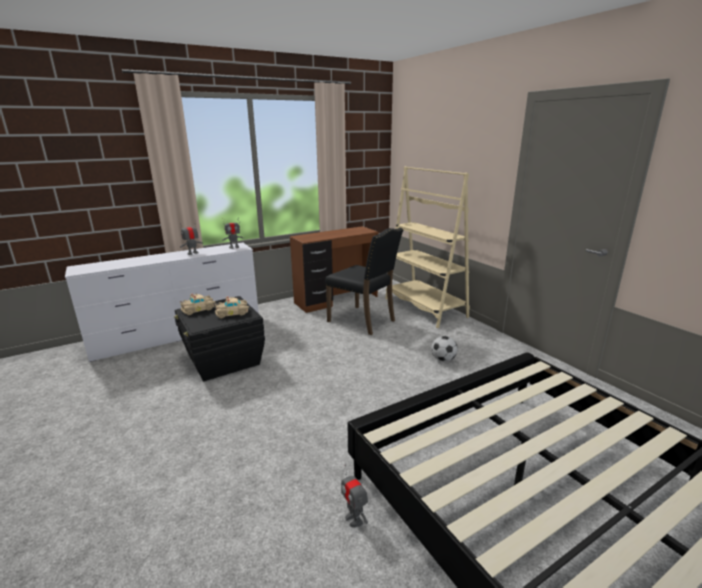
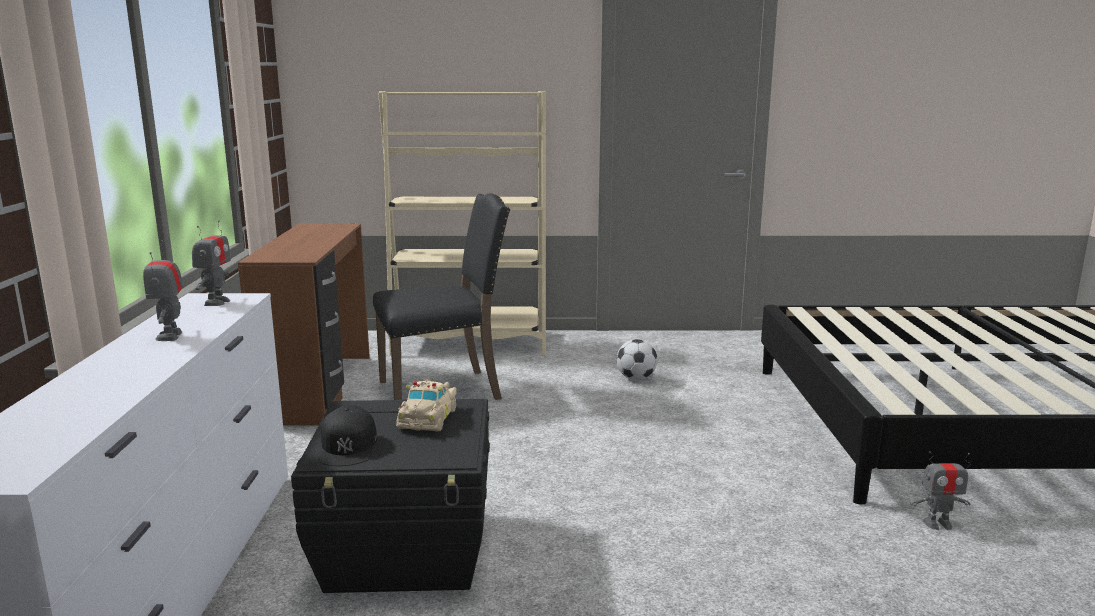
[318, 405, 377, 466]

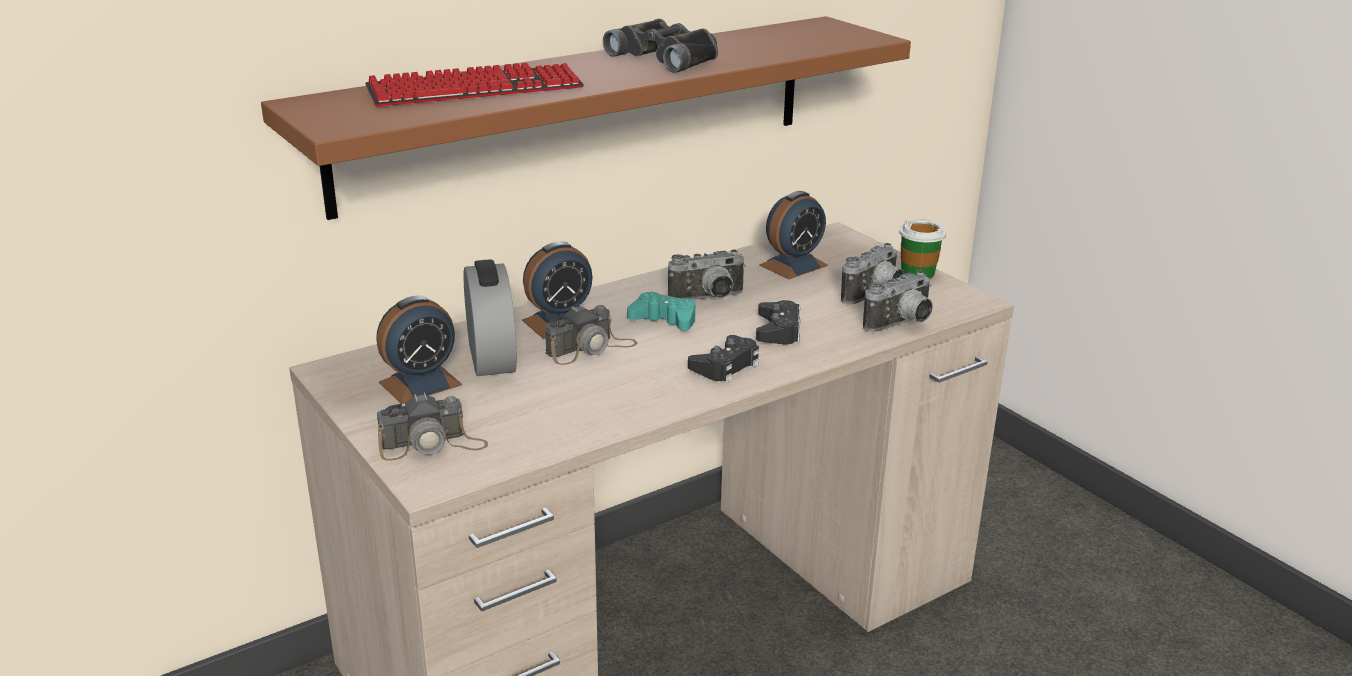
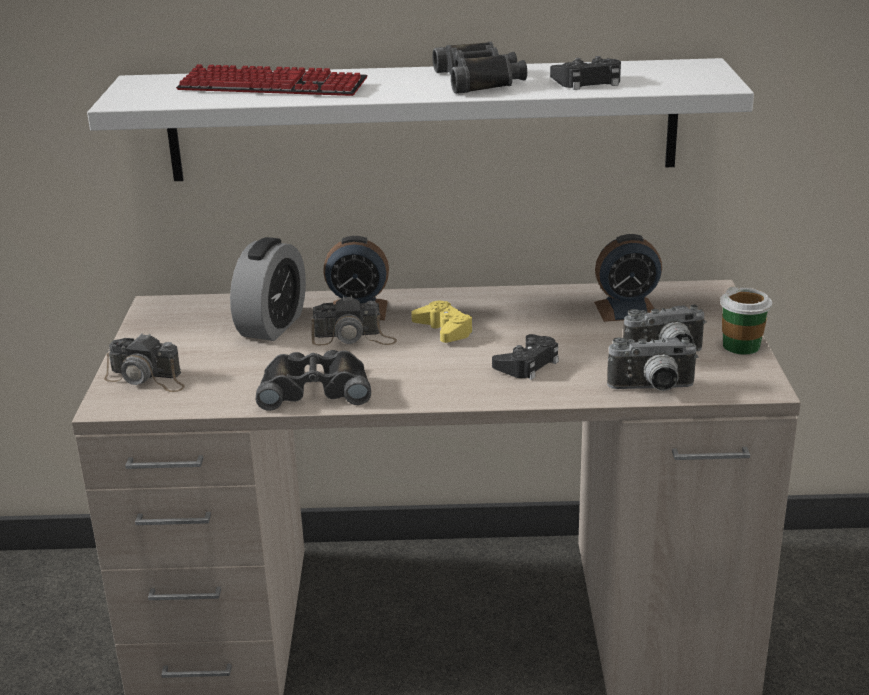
[87, 58, 754, 181]
[668, 250, 746, 300] (first image)
[411, 301, 473, 343]
[376, 295, 462, 404] (first image)
[550, 56, 621, 90]
[256, 350, 371, 411]

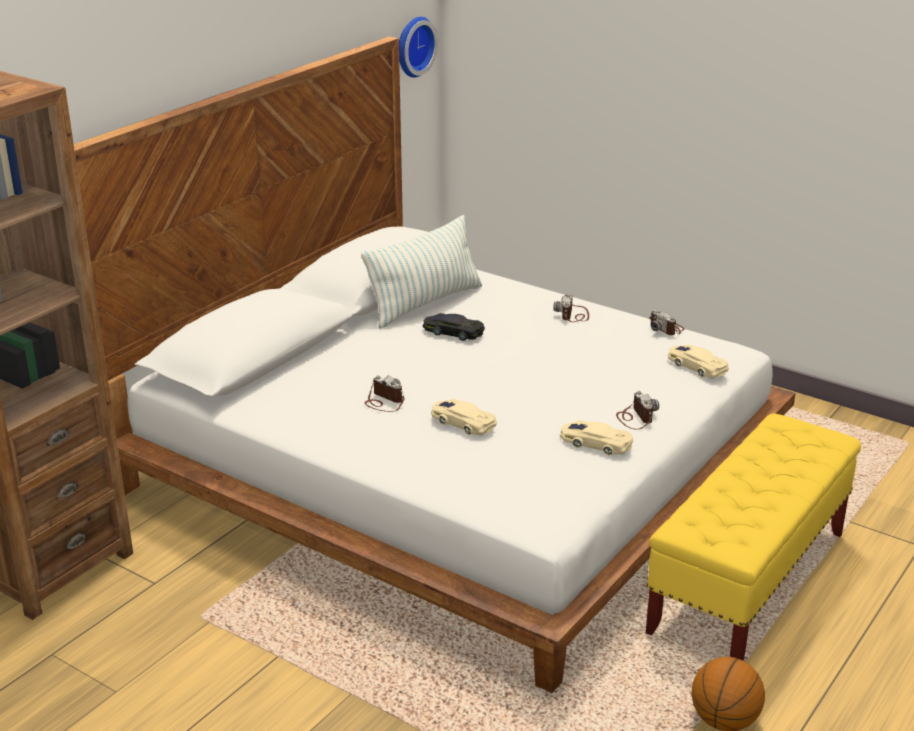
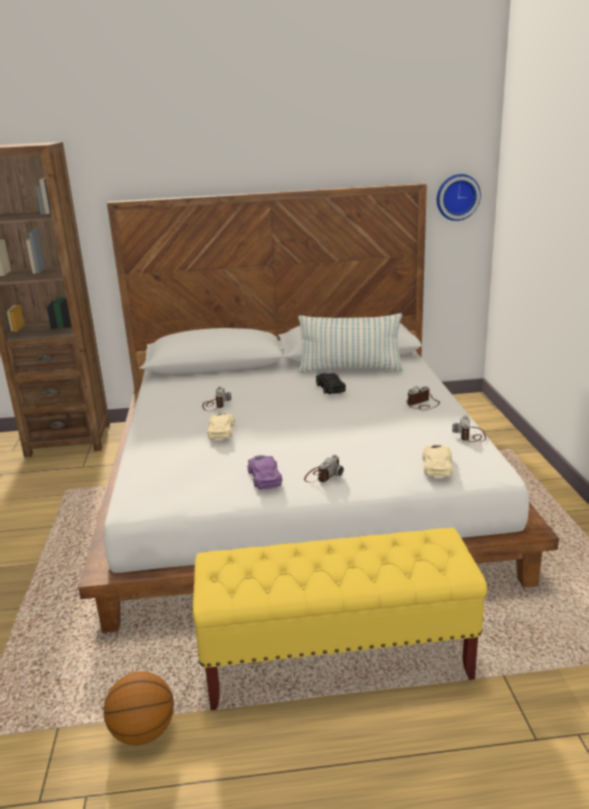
[247, 455, 282, 490]

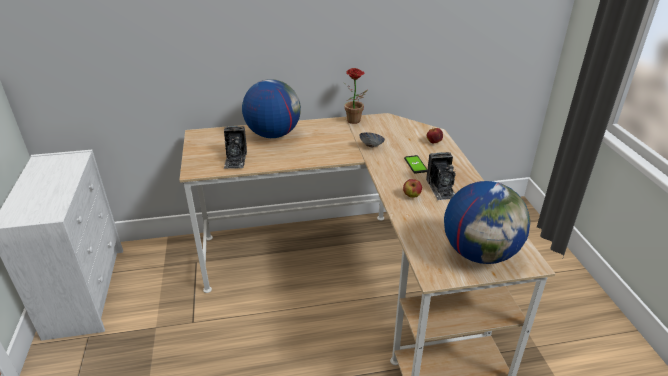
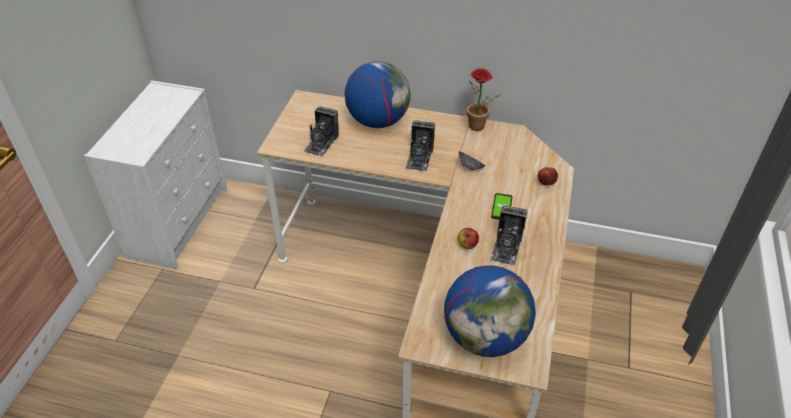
[405, 120, 435, 171]

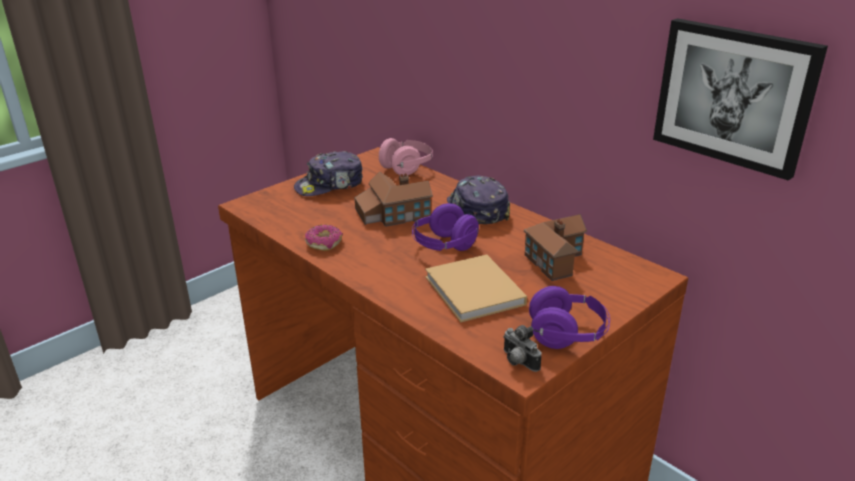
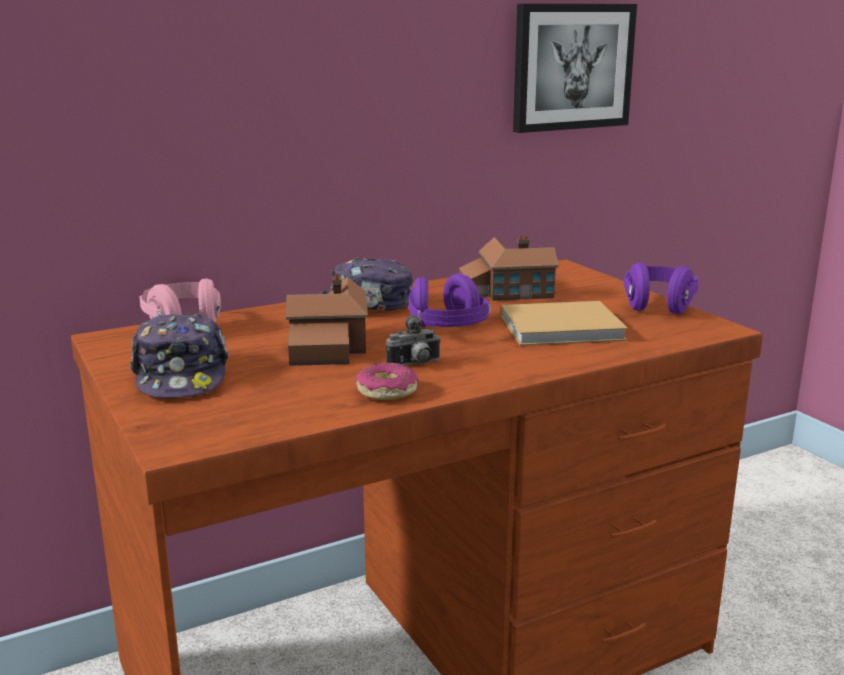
[386, 315, 441, 365]

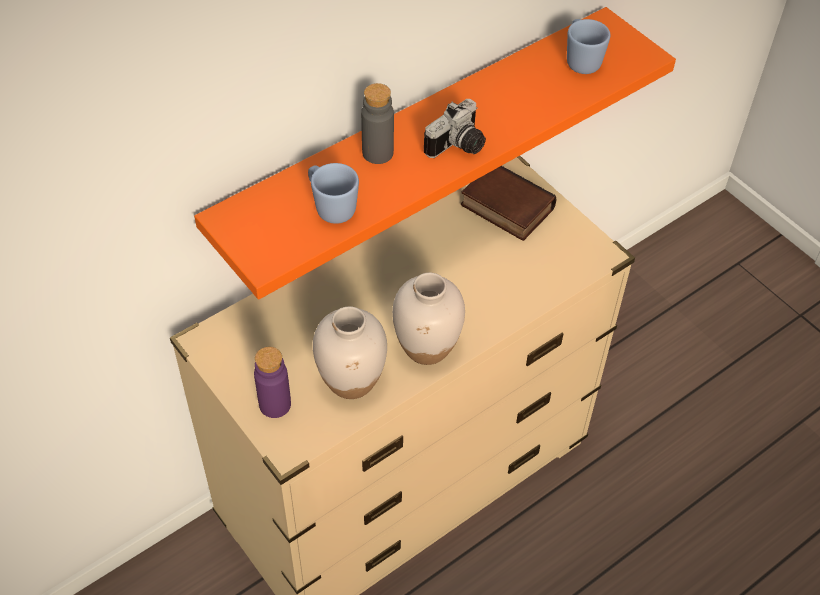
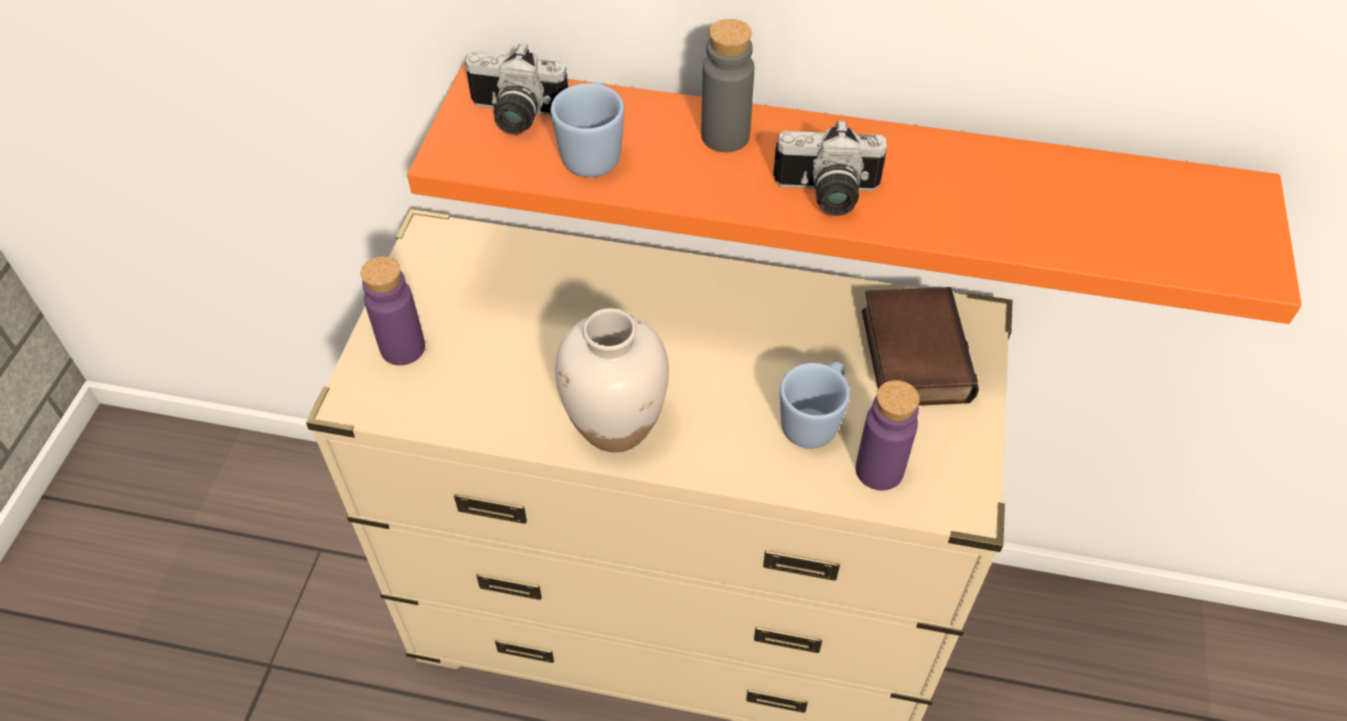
[780, 362, 850, 449]
[313, 306, 387, 399] (first image)
[465, 44, 568, 135]
[856, 380, 920, 491]

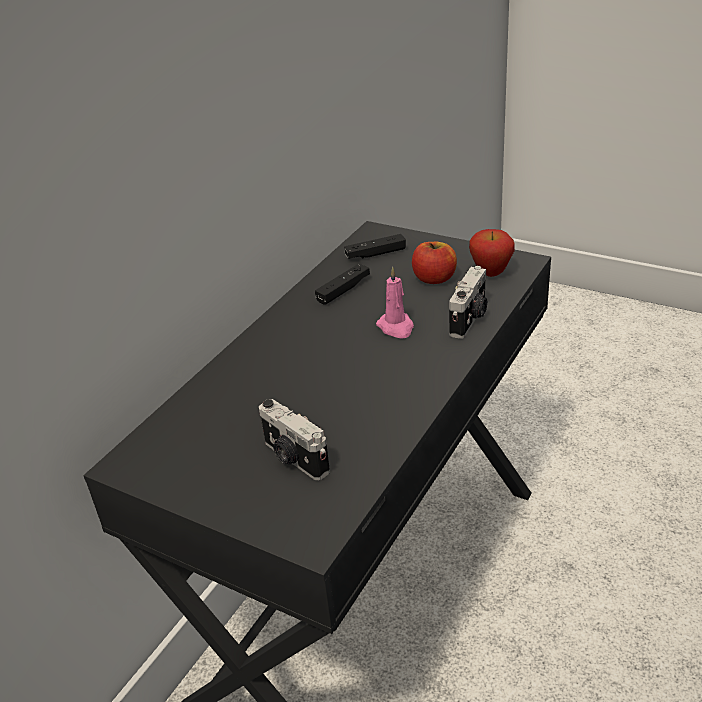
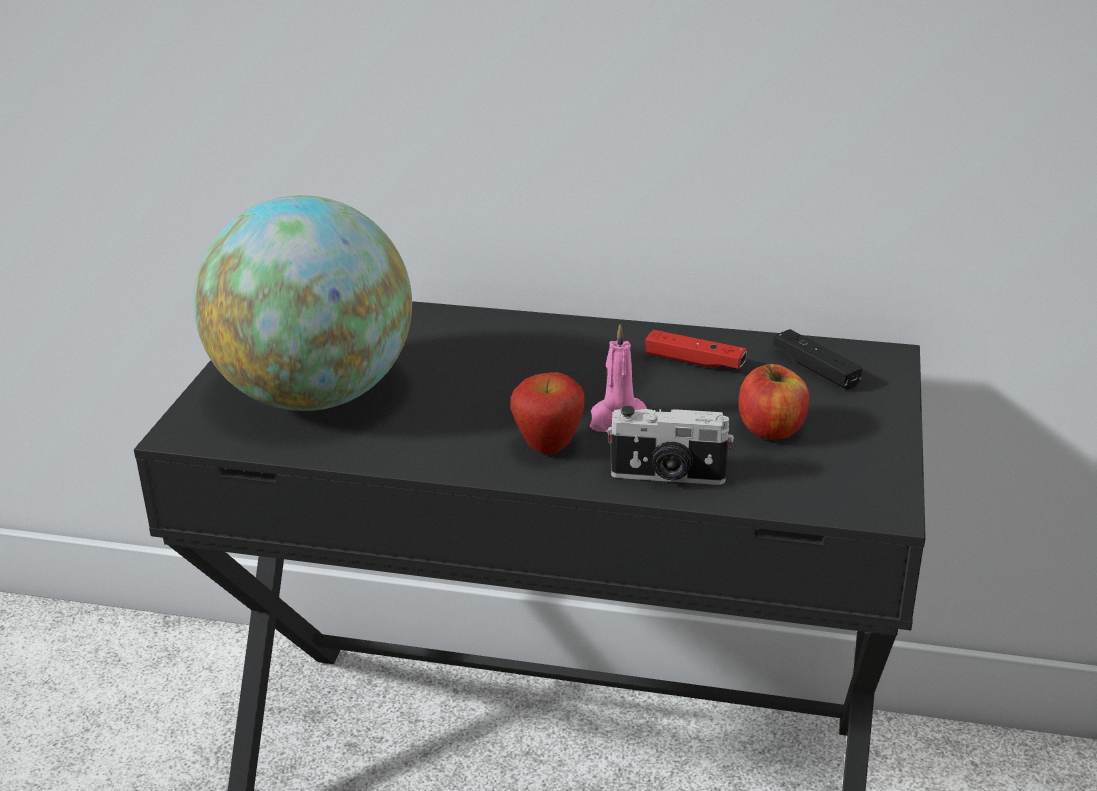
[510, 372, 584, 455]
[645, 330, 746, 369]
[194, 195, 412, 411]

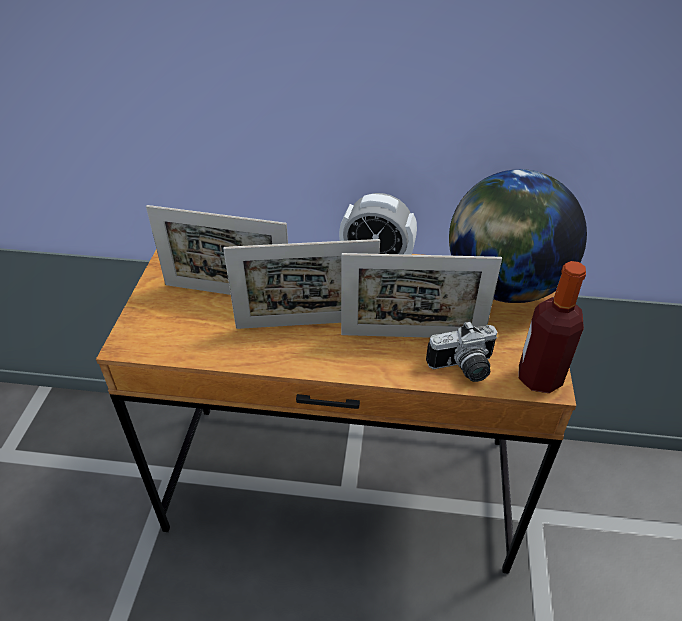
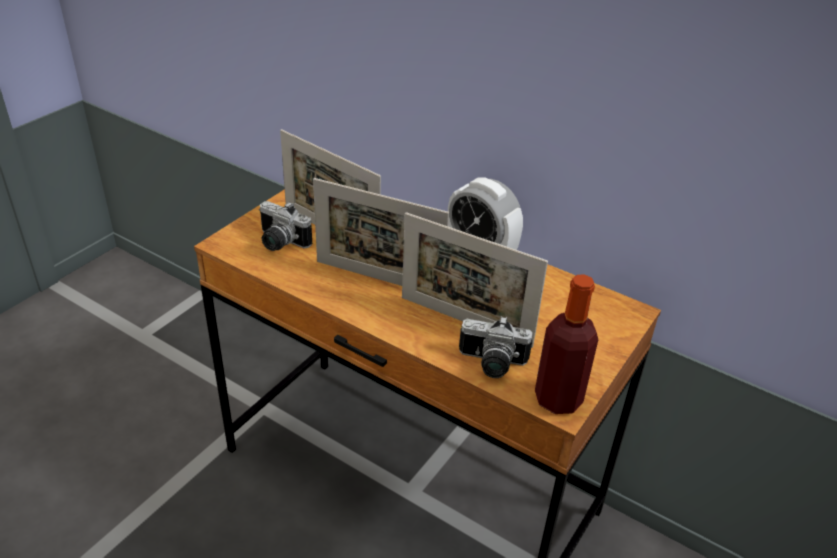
[449, 169, 587, 303] (first image)
[259, 201, 312, 251]

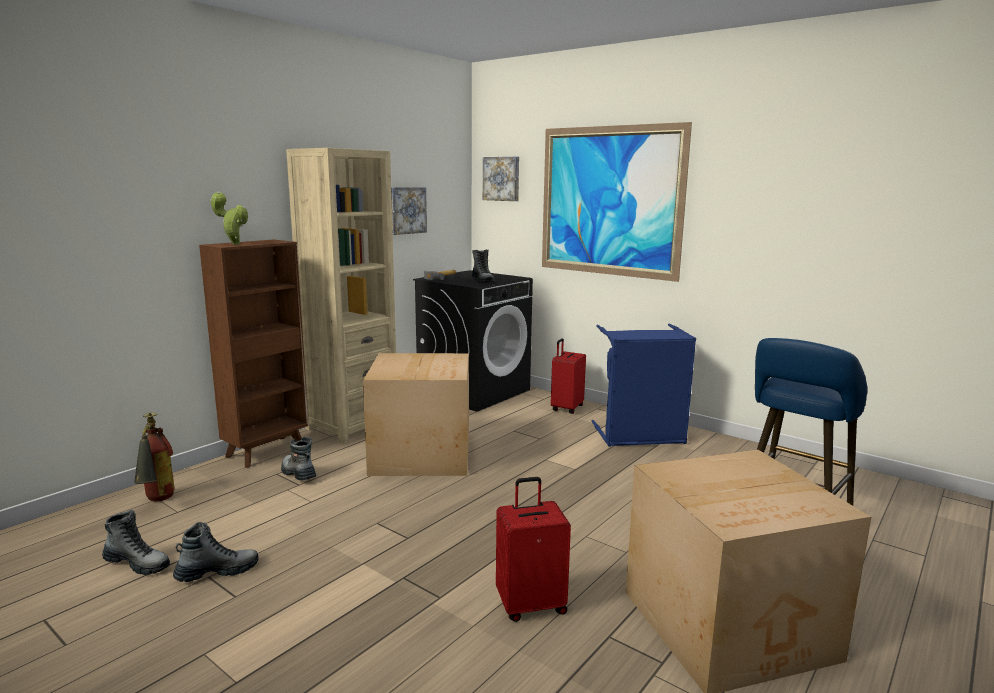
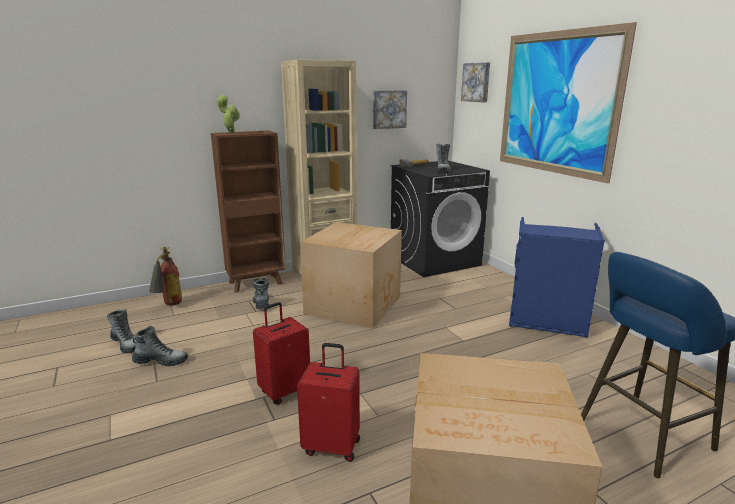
[253, 302, 310, 404]

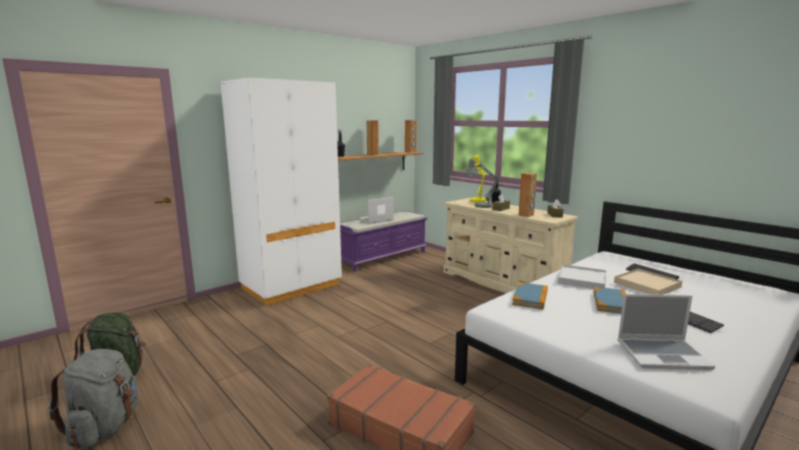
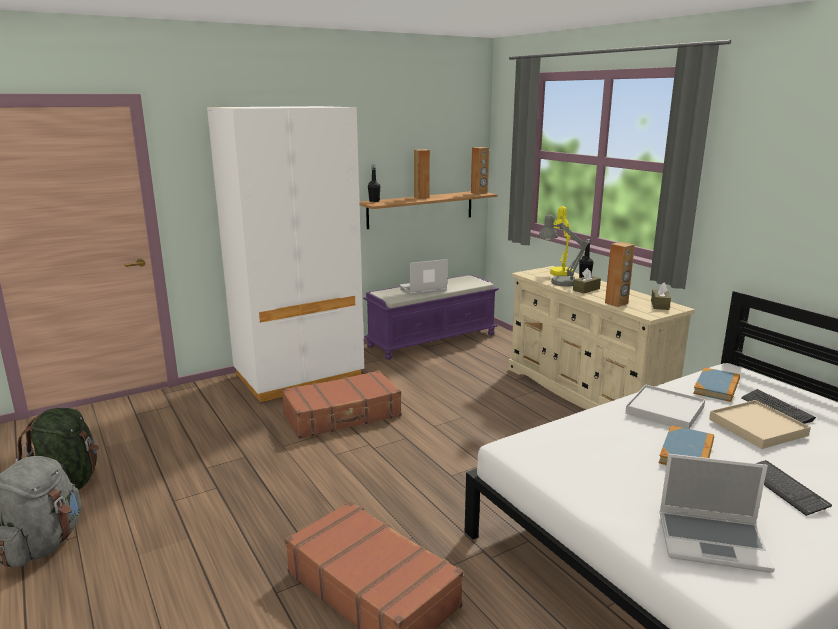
[693, 368, 740, 402]
[281, 370, 402, 439]

